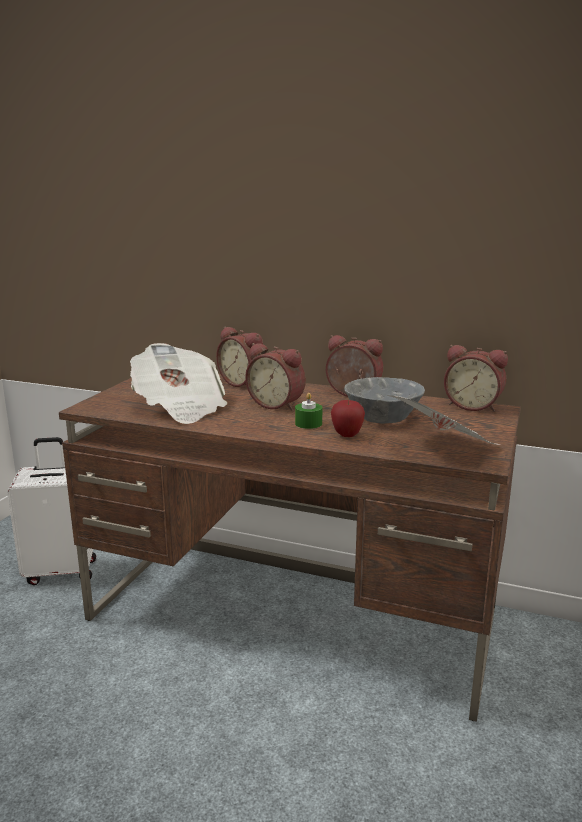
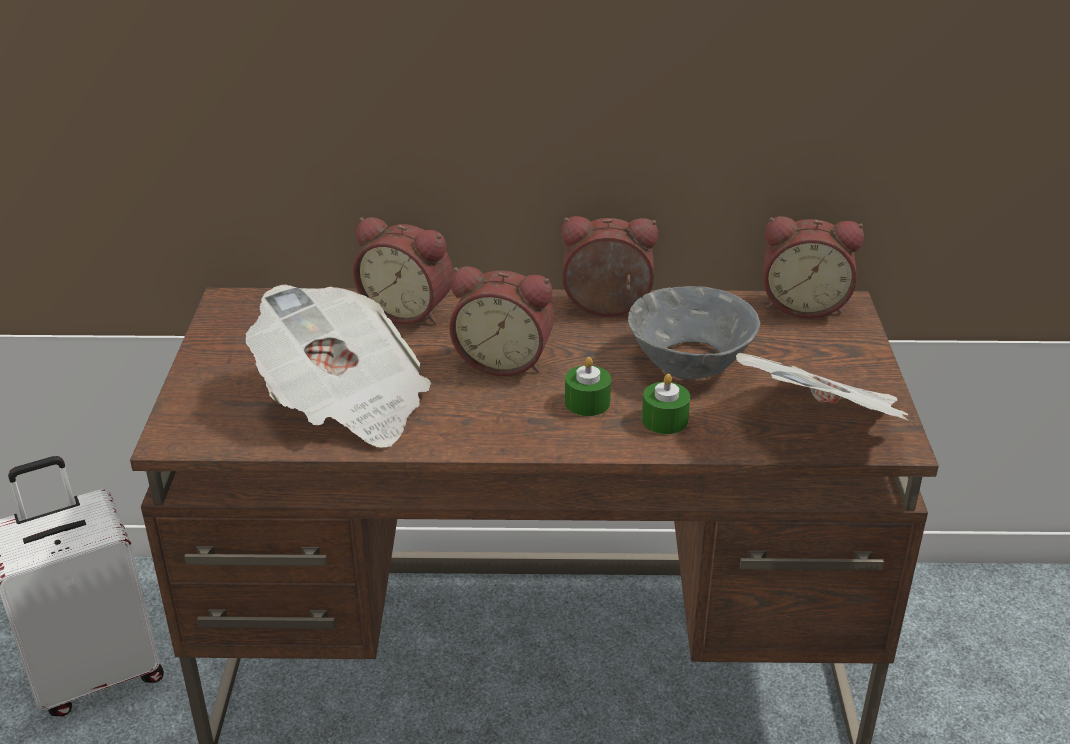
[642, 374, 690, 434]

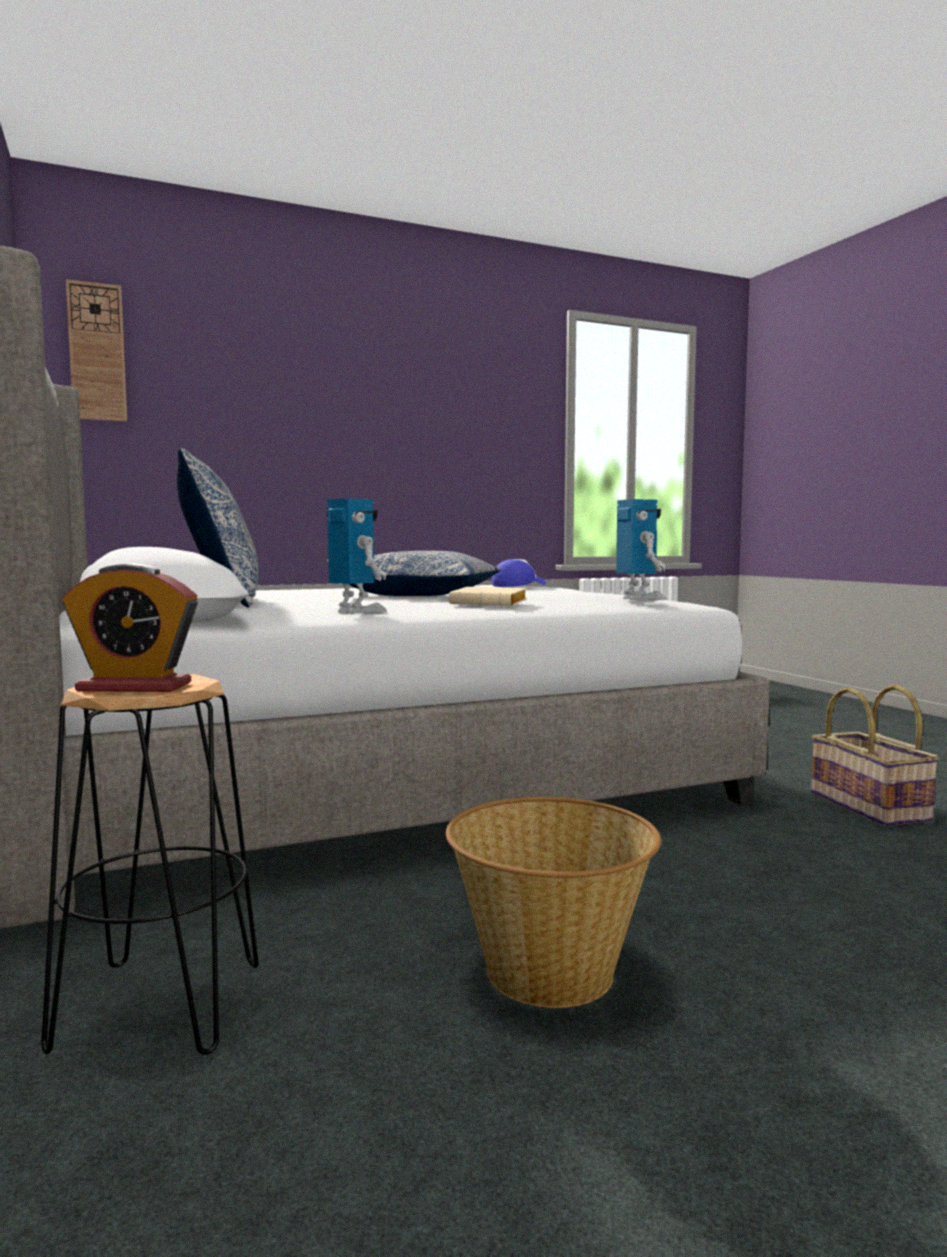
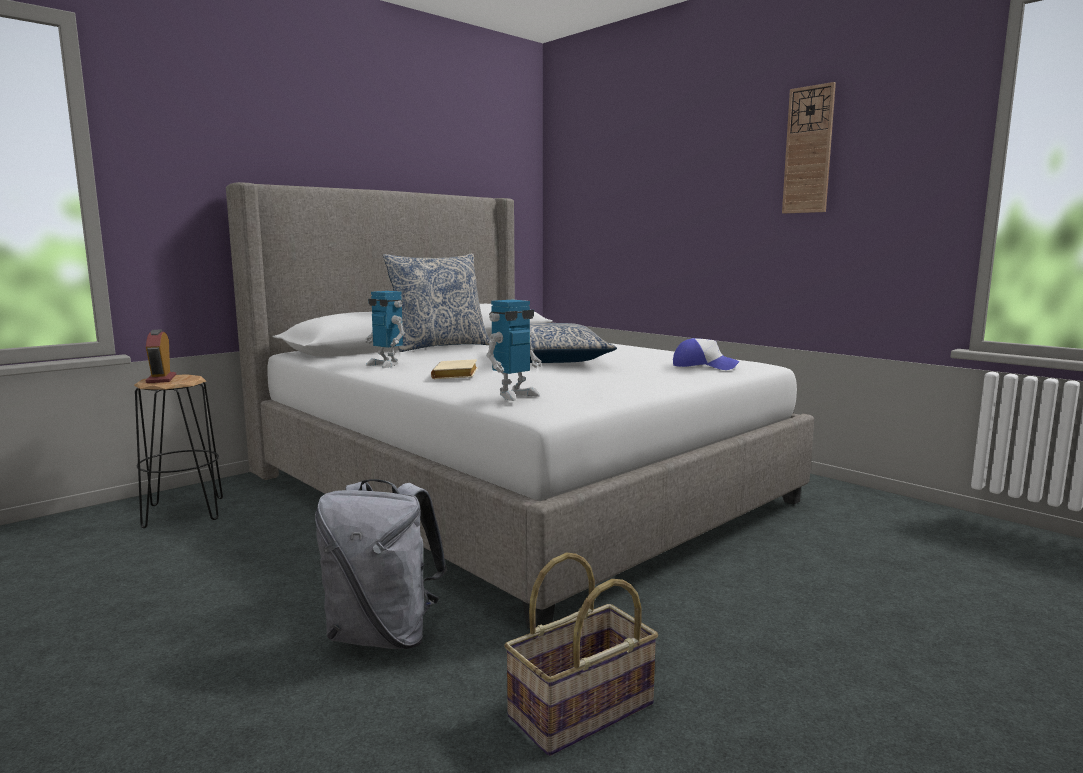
[782, 82, 836, 213]
[365, 291, 405, 368]
[446, 797, 661, 1008] (first image)
[315, 479, 447, 649]

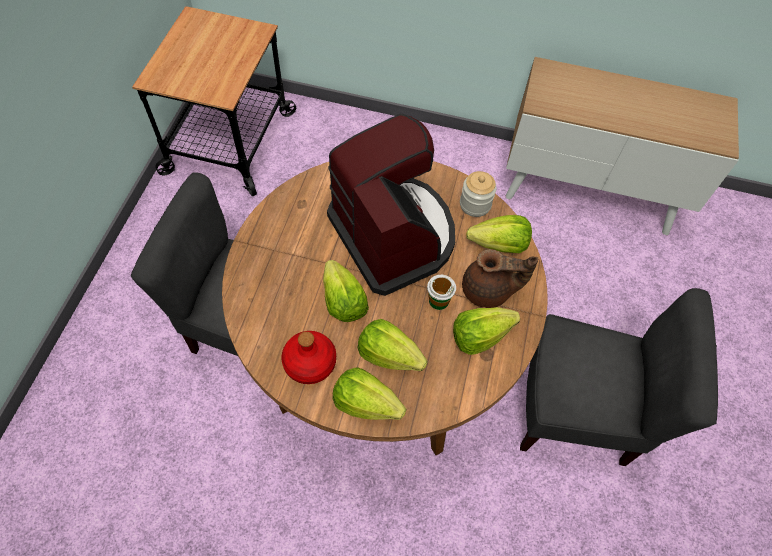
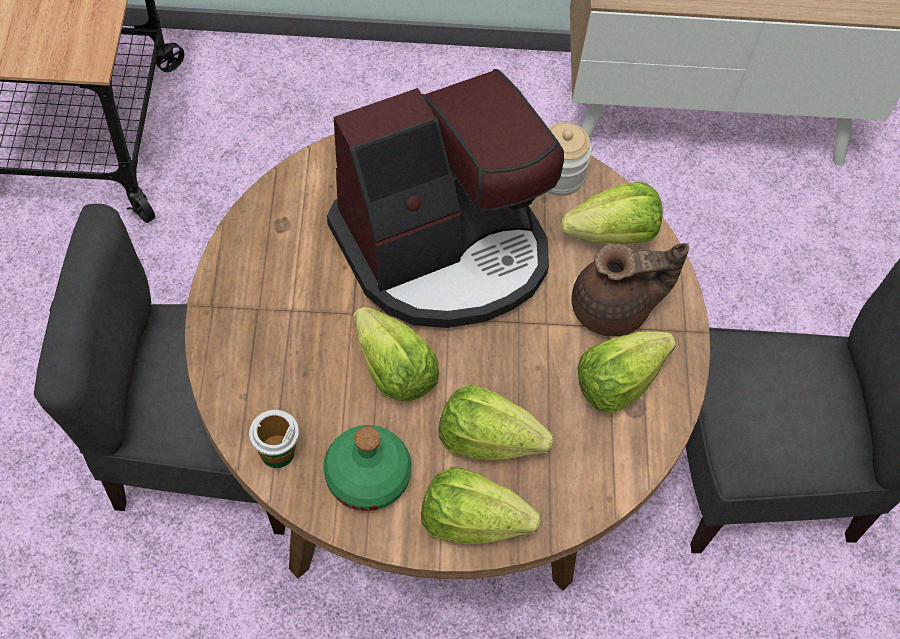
[327, 69, 564, 328]
[249, 410, 299, 468]
[323, 425, 412, 511]

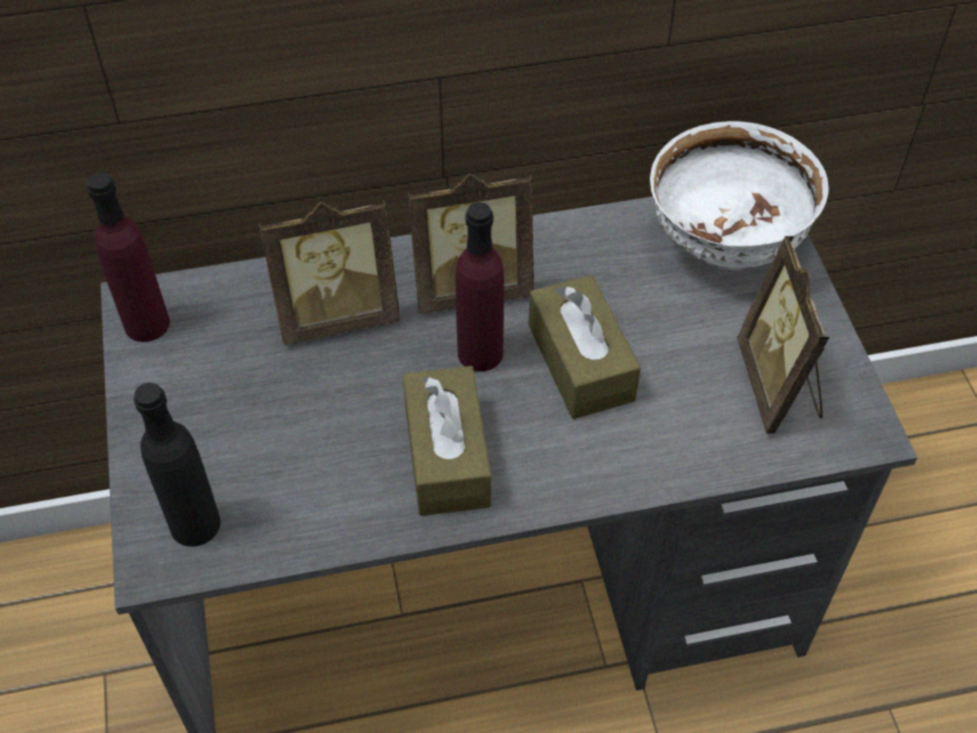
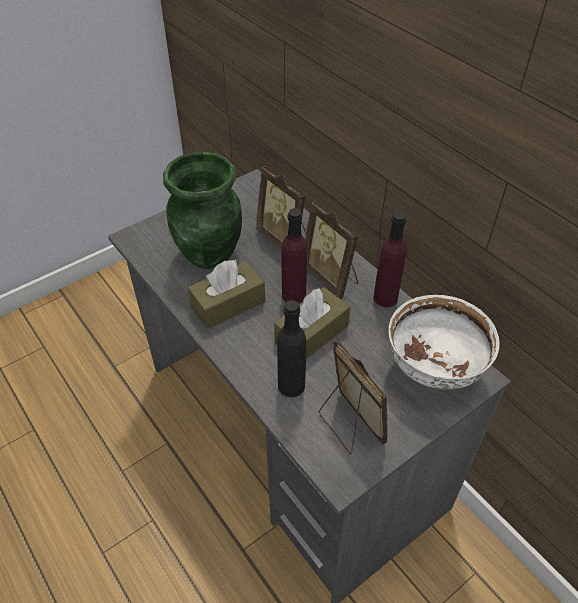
[374, 211, 407, 307]
[319, 339, 387, 455]
[277, 300, 306, 397]
[163, 152, 242, 269]

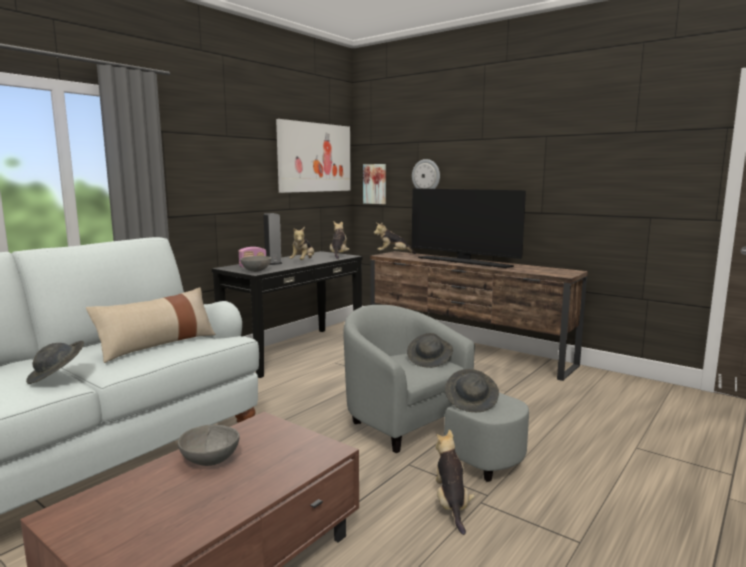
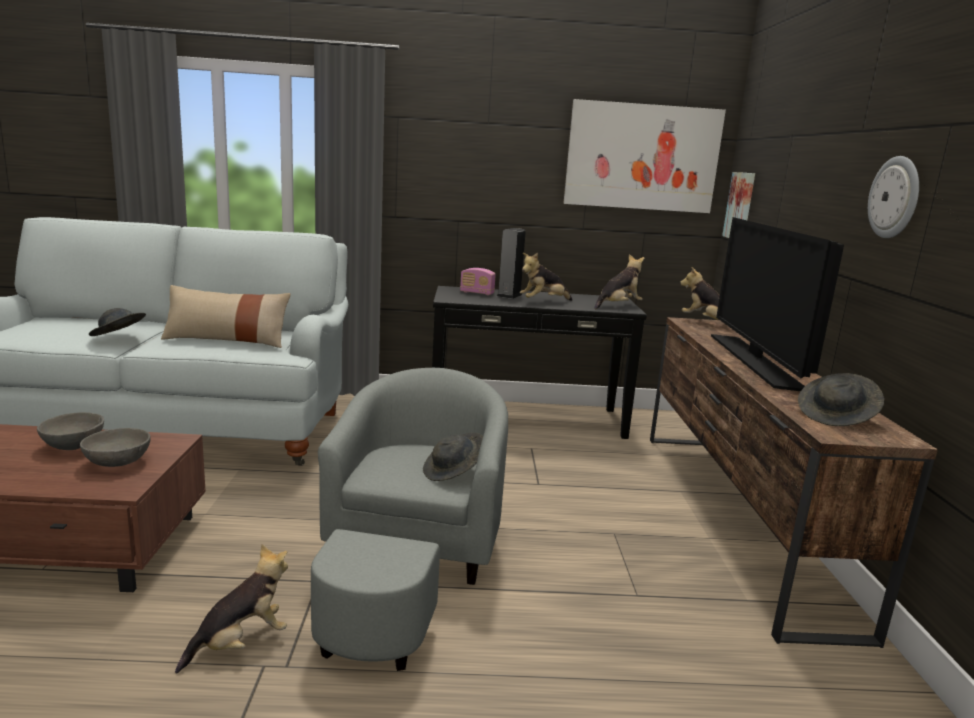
[868, 156, 919, 238]
[80, 428, 151, 467]
[798, 373, 884, 426]

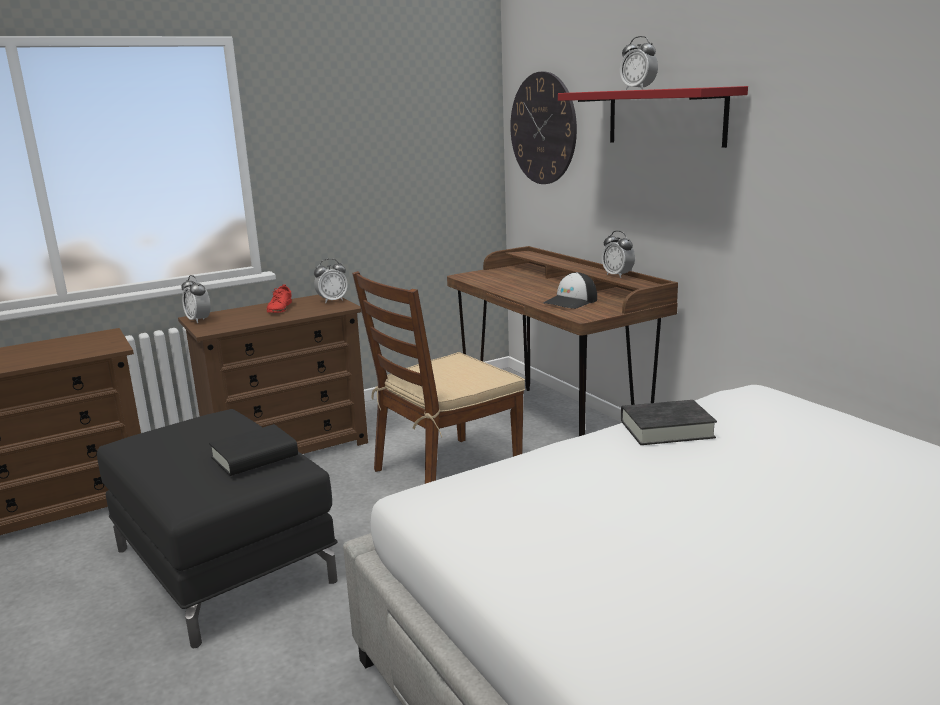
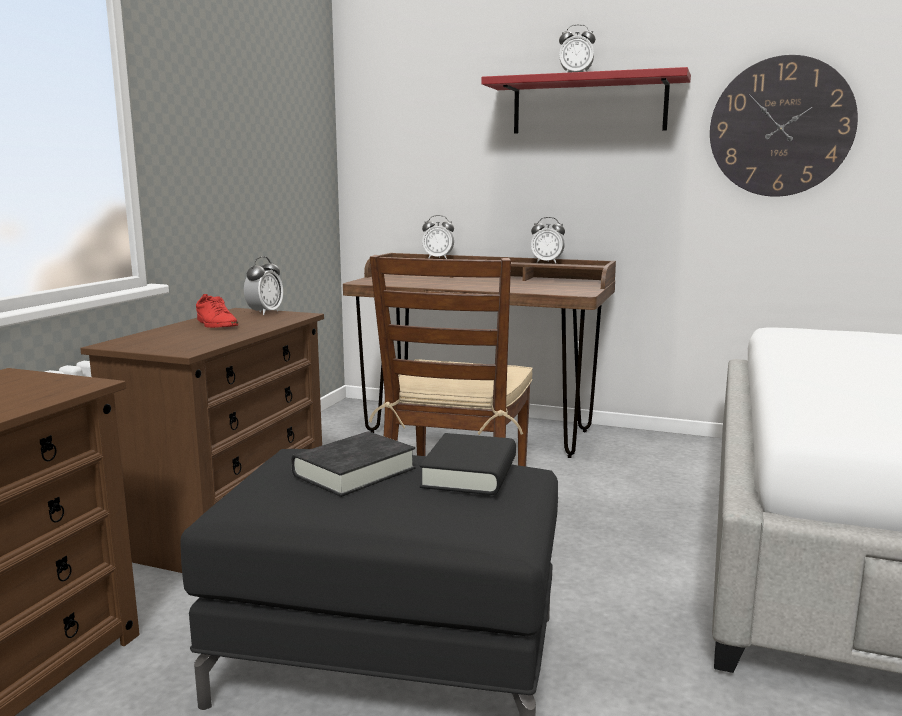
[710, 55, 858, 197]
[543, 272, 597, 309] (first image)
[422, 215, 454, 259]
[291, 432, 415, 497]

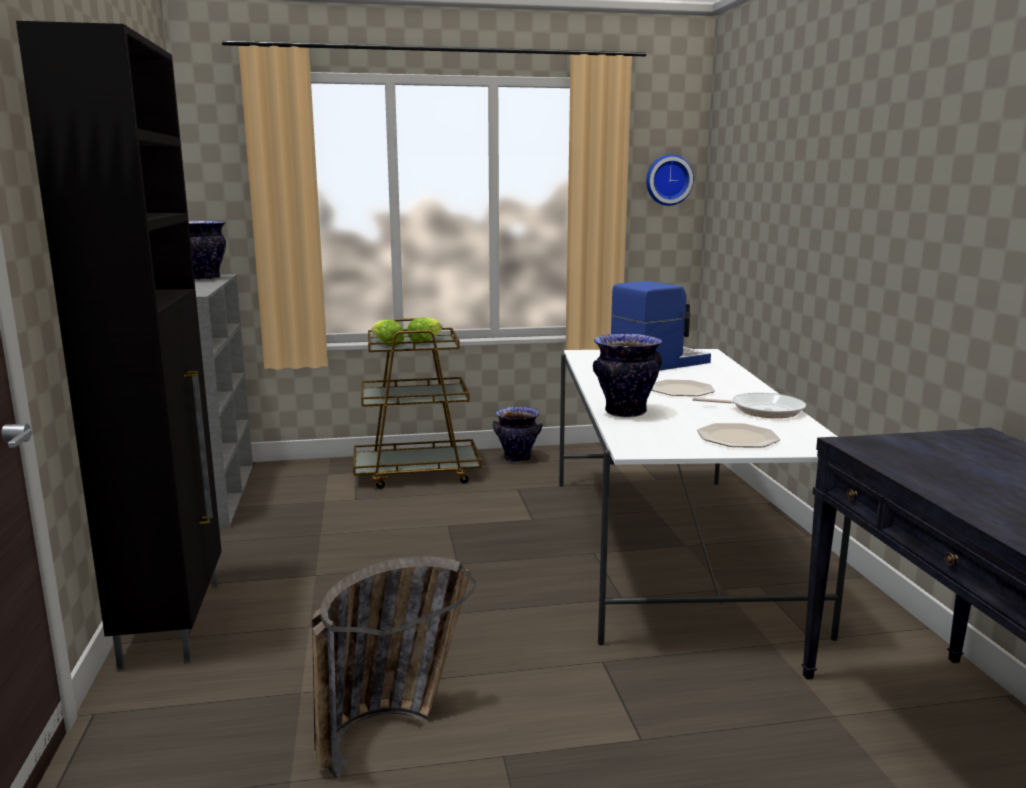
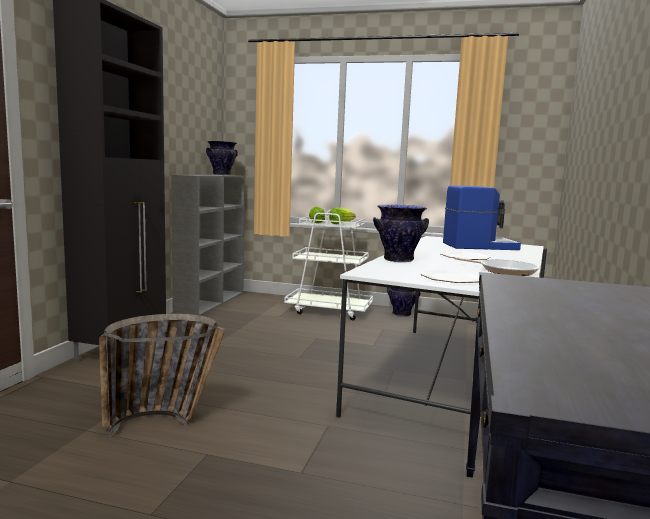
[646, 154, 694, 206] (first image)
[284, 210, 373, 320]

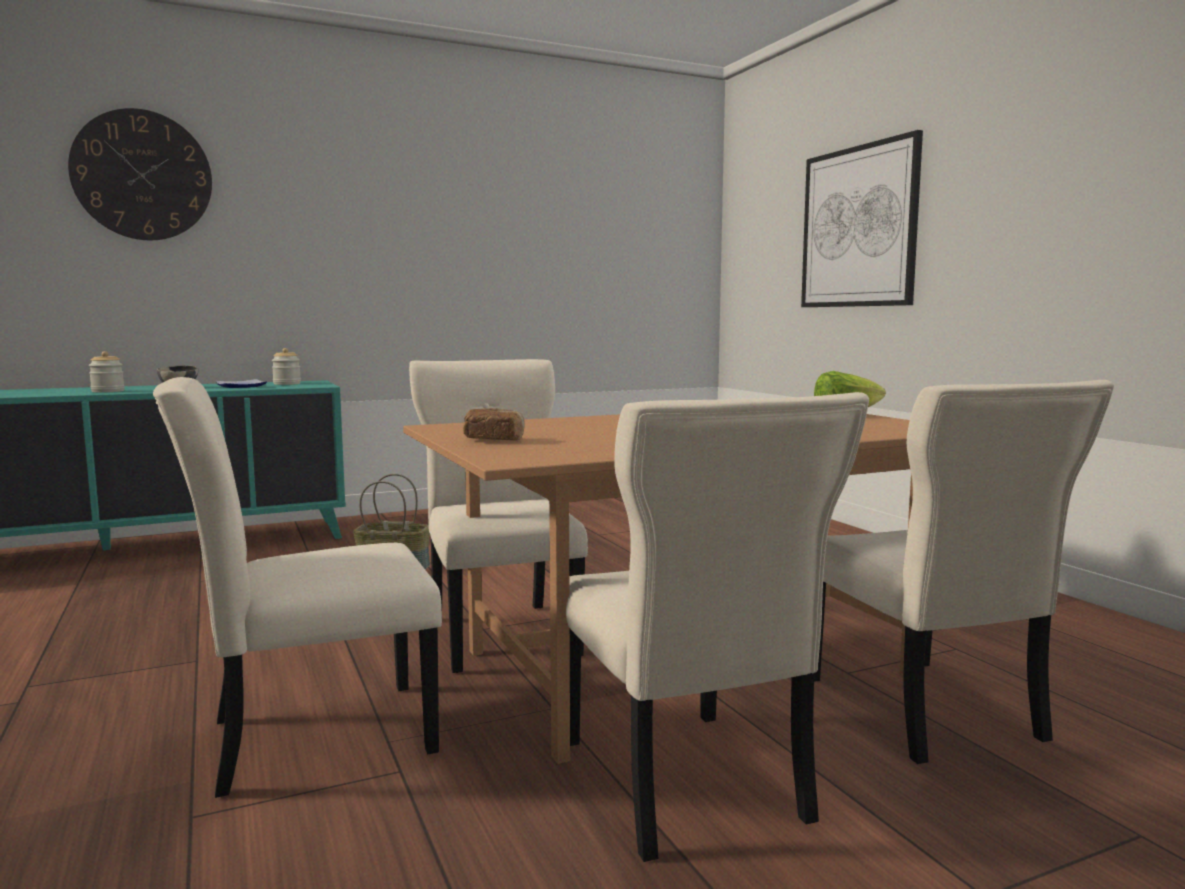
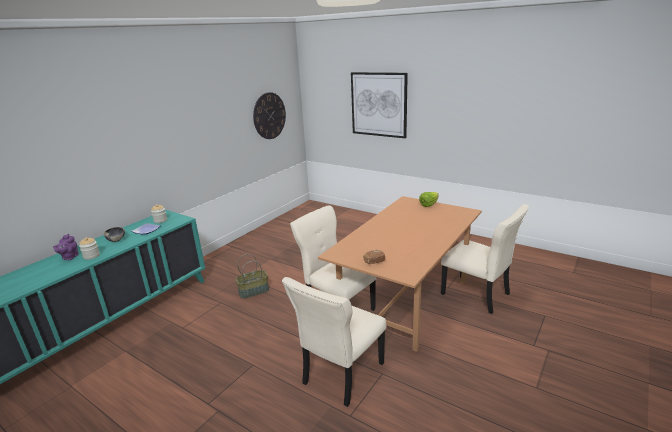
[253, 92, 286, 139]
[566, 392, 869, 862] (first image)
[53, 234, 79, 261]

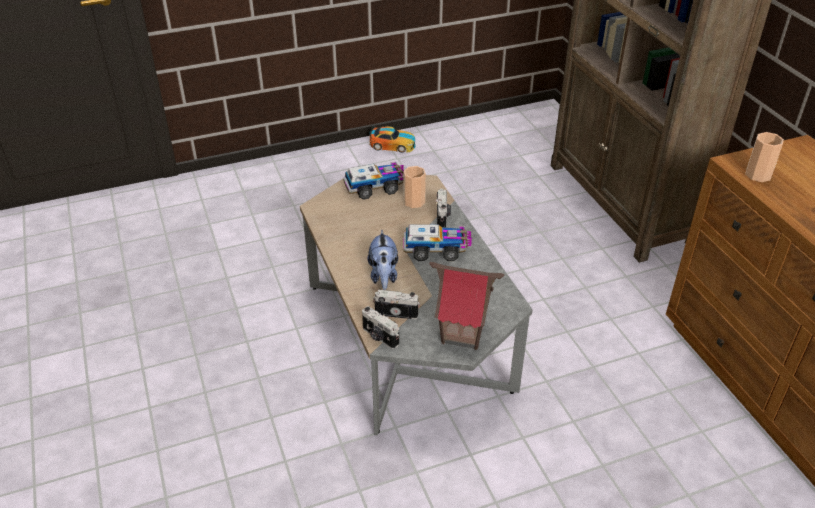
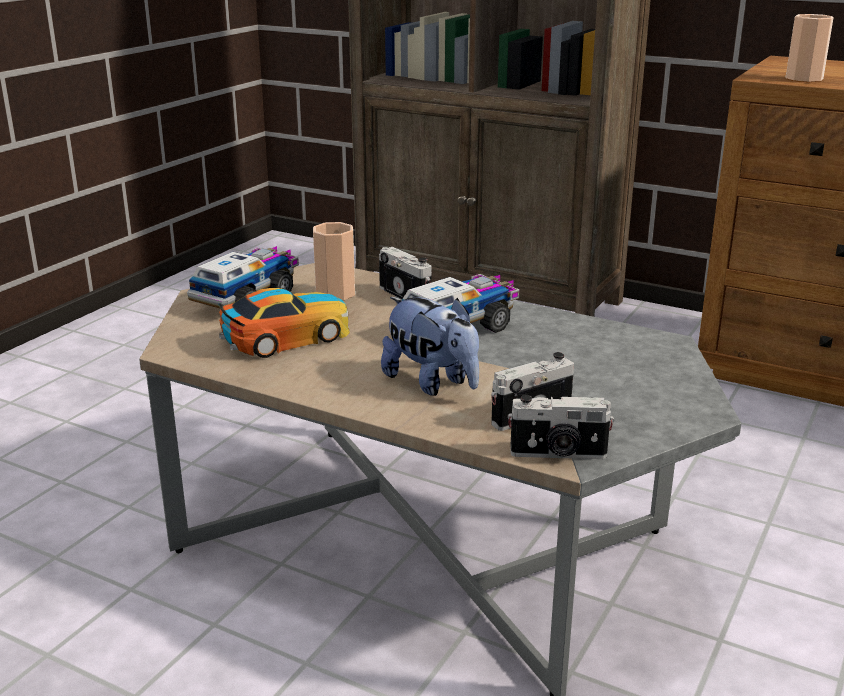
[218, 288, 350, 358]
[430, 262, 504, 350] (first image)

